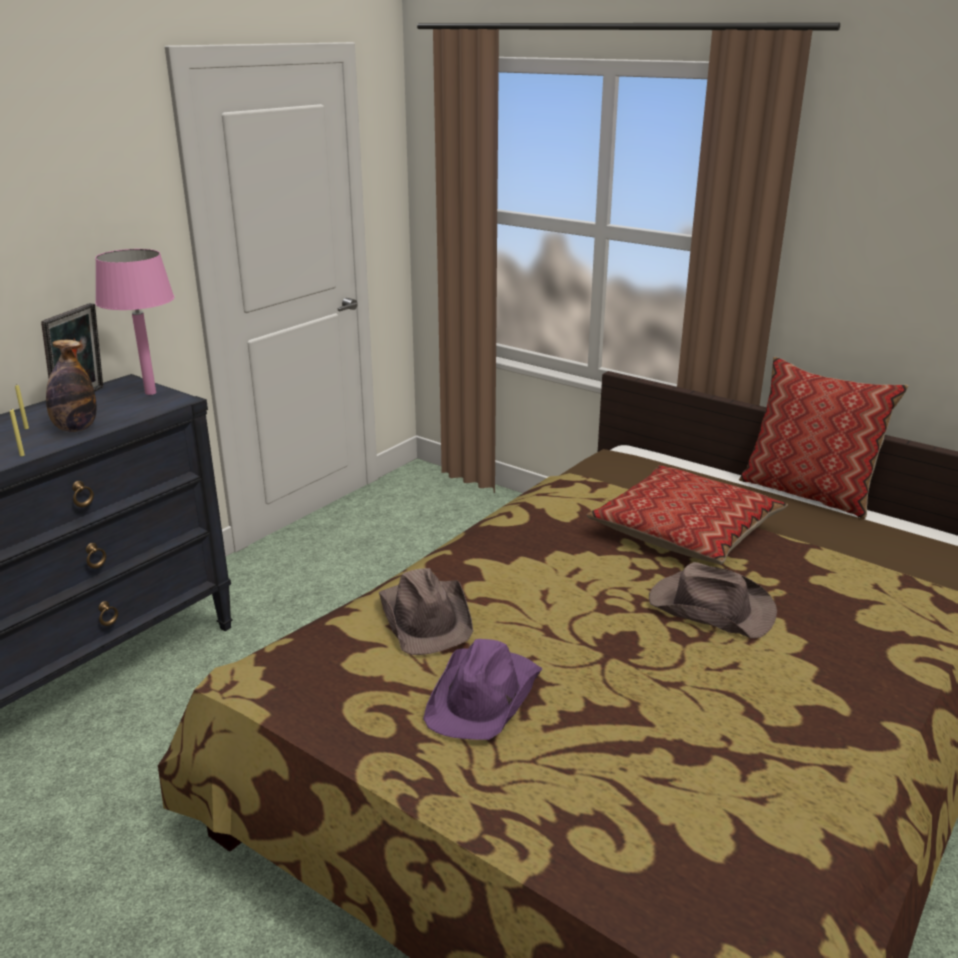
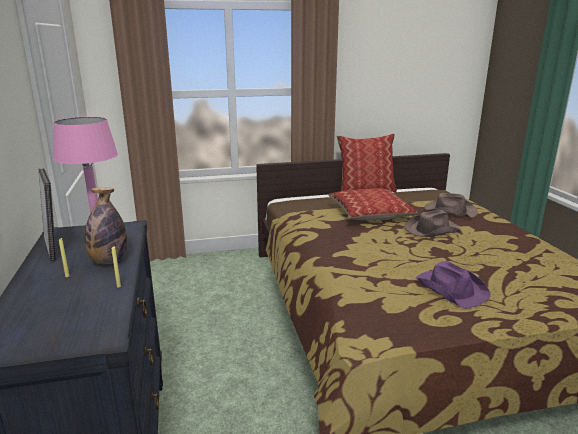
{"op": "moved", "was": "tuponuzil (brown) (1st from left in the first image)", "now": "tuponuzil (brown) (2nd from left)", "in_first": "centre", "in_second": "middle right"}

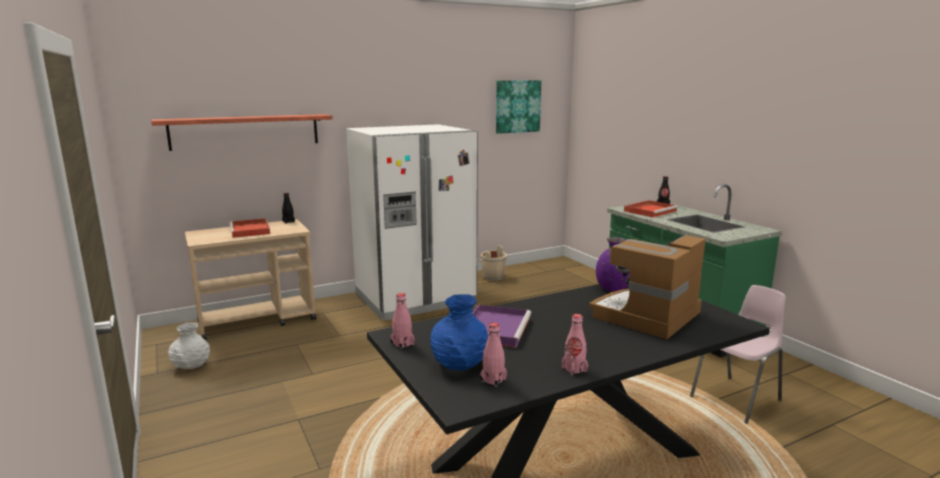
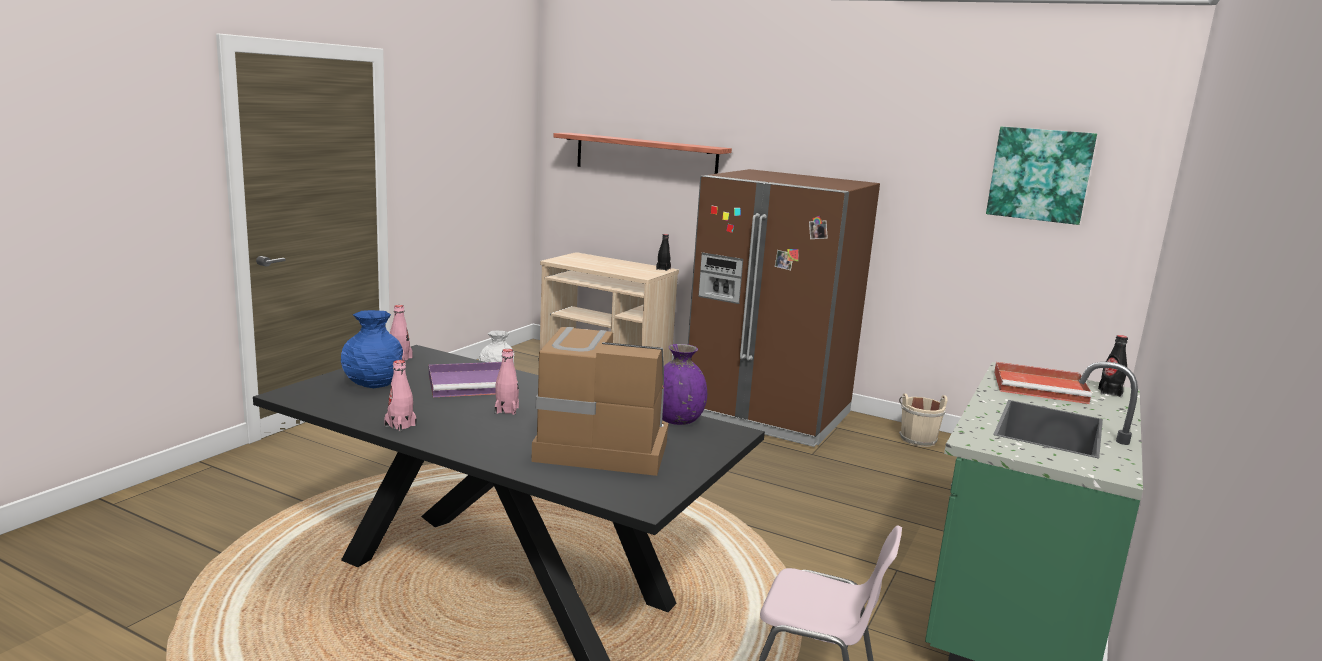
{"op": "moved", "was": "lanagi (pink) (2nd from left in the first image)", "now": "lanagi (pink) (3rd from left)", "in_first": "bottom centre", "in_second": "centre"}
{"op": "recoloured", "was": "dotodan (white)", "now": "dotodan (brown)", "in_first": "centre", "in_second": "centre"}
{"op": "removed", "was": "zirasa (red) (1st from left)", "in_first": "middle left"}

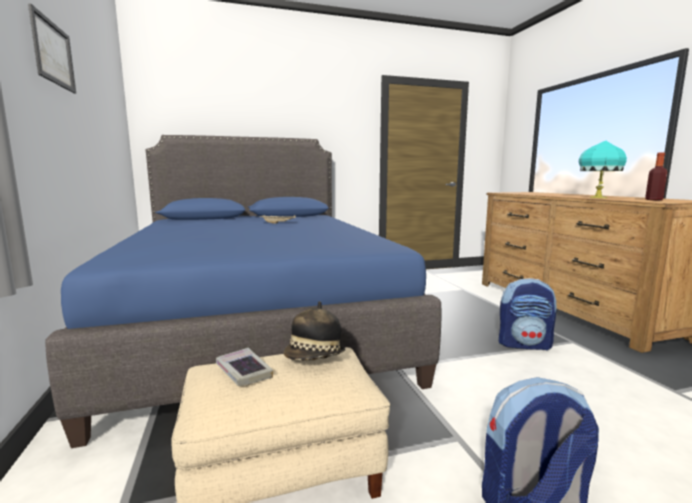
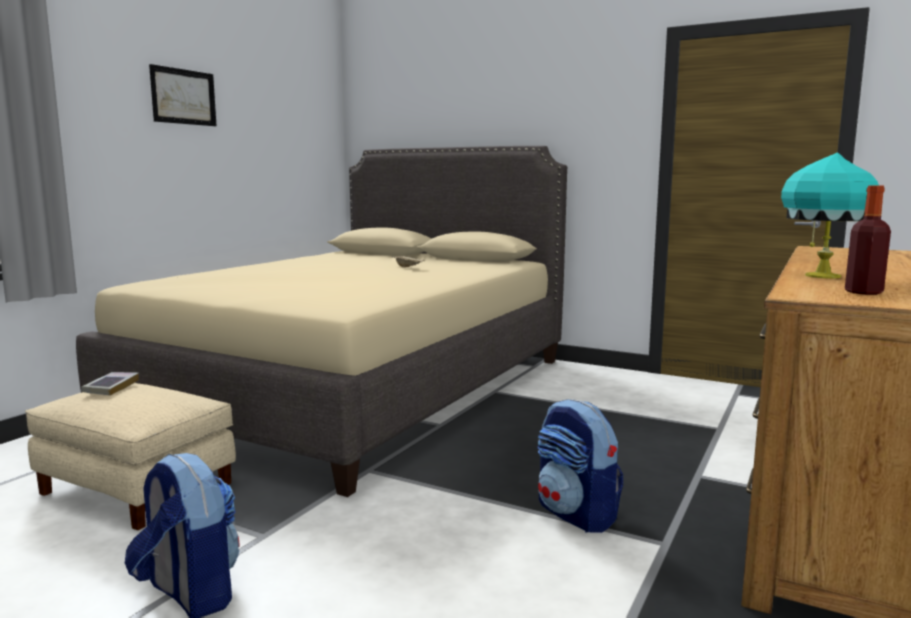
{"op": "recoloured", "was": "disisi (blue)", "now": "disisi (beige)", "in_first": "centre", "in_second": "centre"}
{"op": "removed", "was": "tuponuzil", "in_first": "centre"}

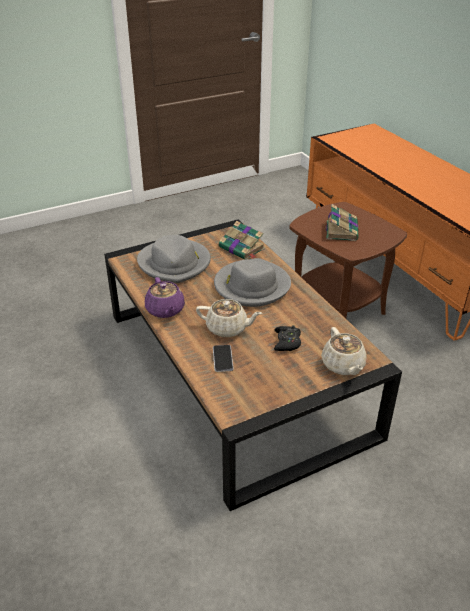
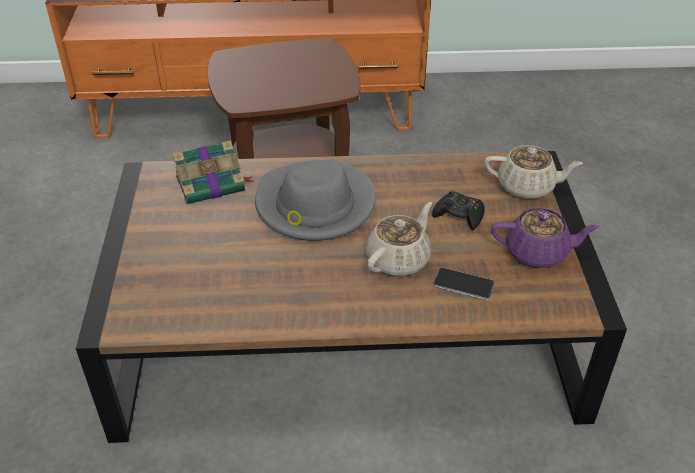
{"op": "moved", "was": "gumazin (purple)", "in_first": "centre", "in_second": "middle right"}
{"op": "removed", "was": "tuponuzil (grey) (1st from left)", "in_first": "centre"}
{"op": "removed", "was": "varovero (2nd from left)", "in_first": "middle right"}

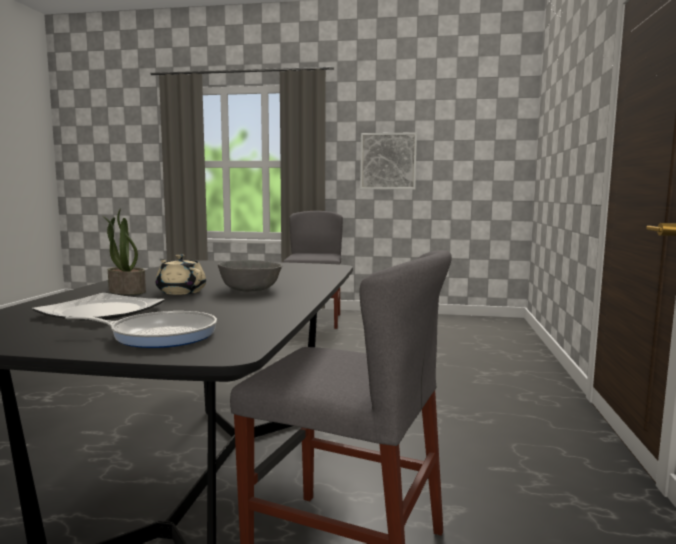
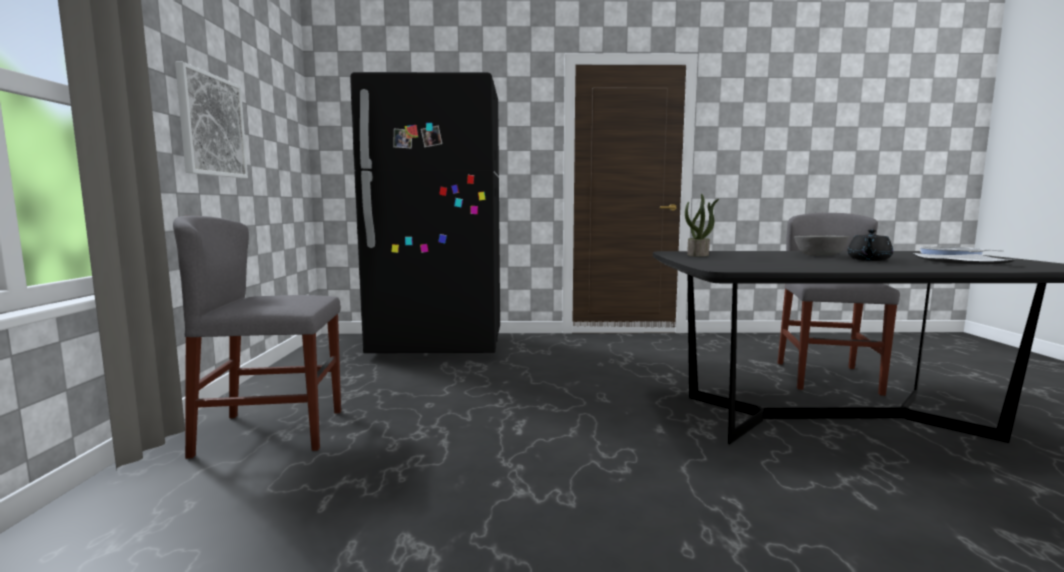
{"op": "added", "now": "dotodan (black)", "in_second": "centre"}
{"op": "moved", "was": "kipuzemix", "in_first": "middle left", "in_second": "centre"}
{"op": "recoloured", "was": "gumazin (beige)", "now": "gumazin (black)", "in_first": "middle left", "in_second": "middle right"}

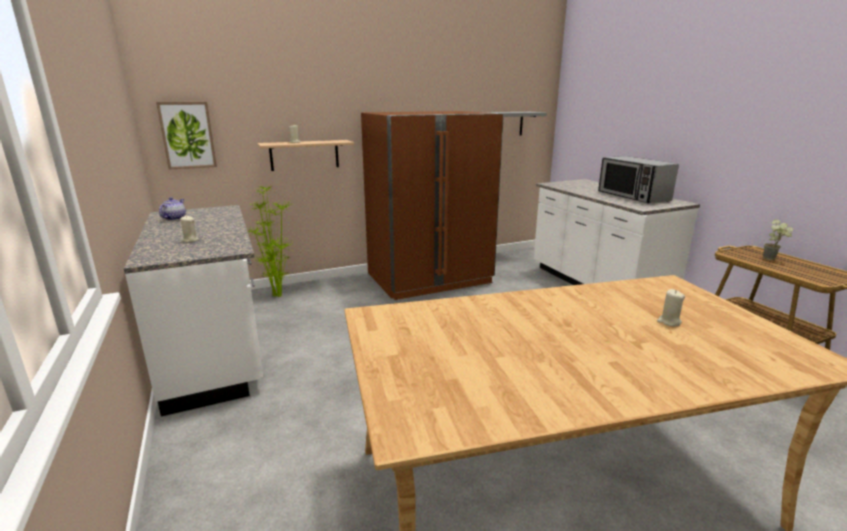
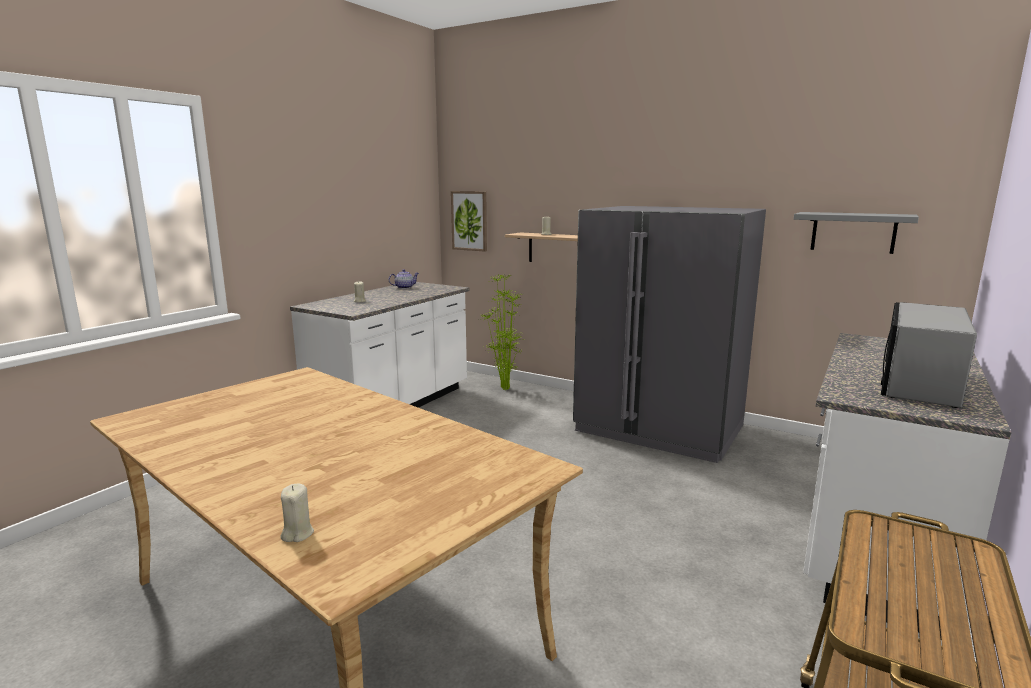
{"op": "moved", "was": "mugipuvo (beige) (3rd from left in the first image)", "now": "mugipuvo (beige) (1st from left)", "in_first": "middle right", "in_second": "bottom left"}
{"op": "recoloured", "was": "dotodan (brown)", "now": "dotodan (grey)", "in_first": "centre", "in_second": "centre"}
{"op": "removed", "was": "kipuzemix (2nd from left)", "in_first": "middle right"}

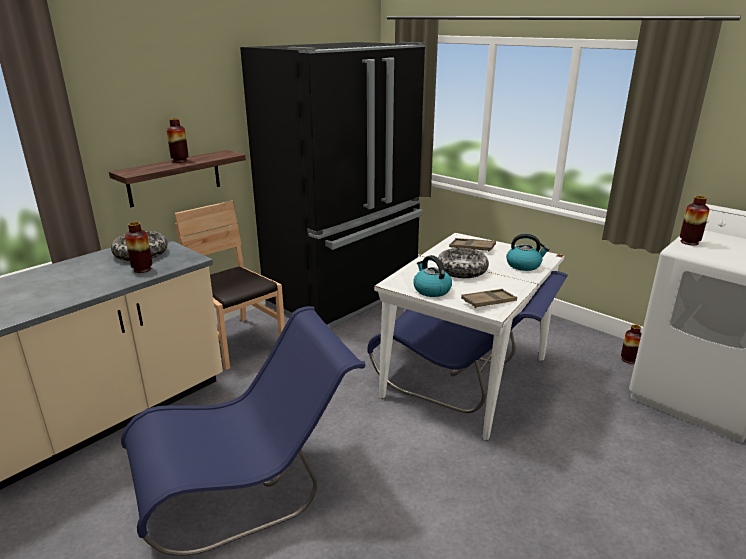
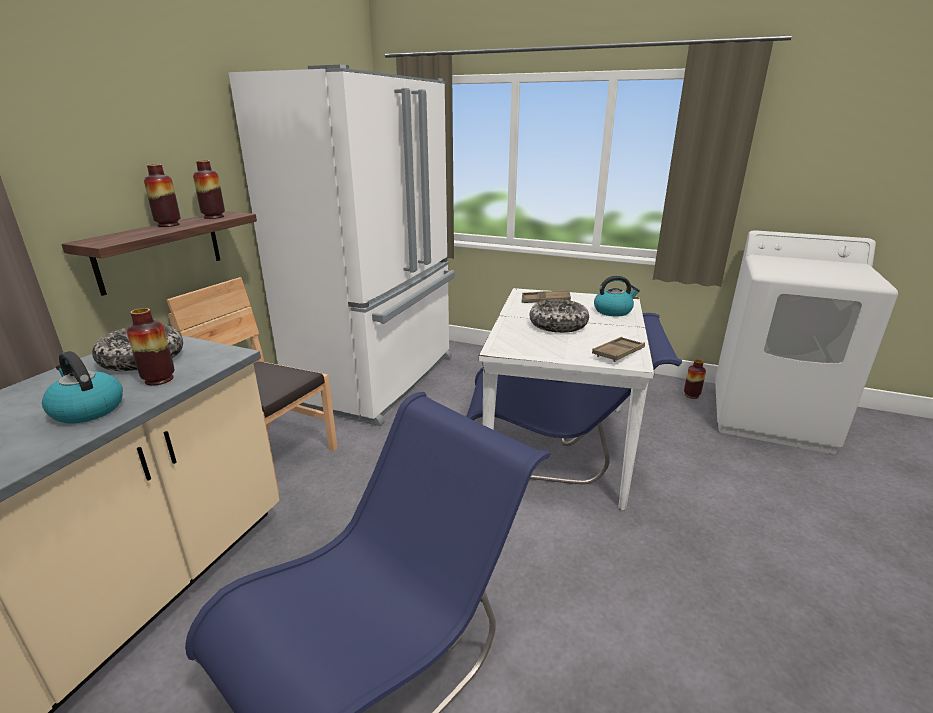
{"op": "moved", "was": "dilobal (1st from left)", "in_first": "centre", "in_second": "middle left"}
{"op": "moved", "was": "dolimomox (4th from left in the first image)", "now": "dolimomox (3rd from left)", "in_first": "middle right", "in_second": "top left"}
{"op": "recoloured", "was": "dotodan (black)", "now": "dotodan (white)", "in_first": "top centre", "in_second": "centre"}

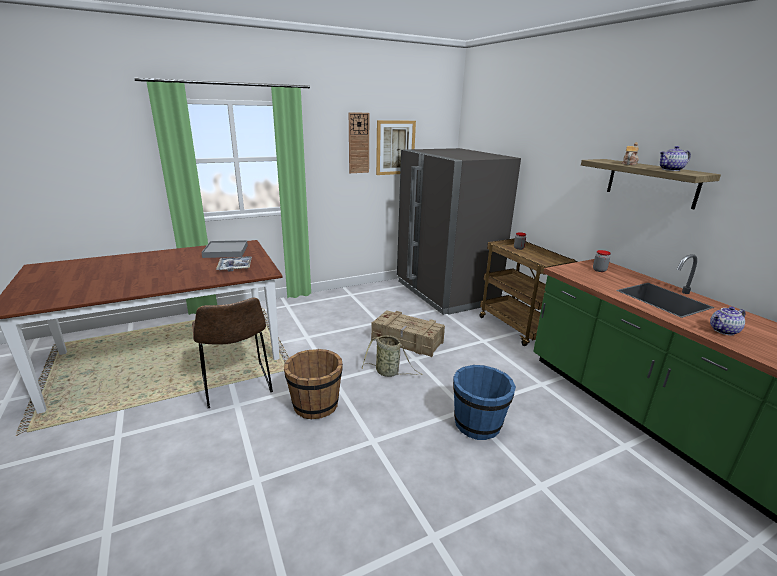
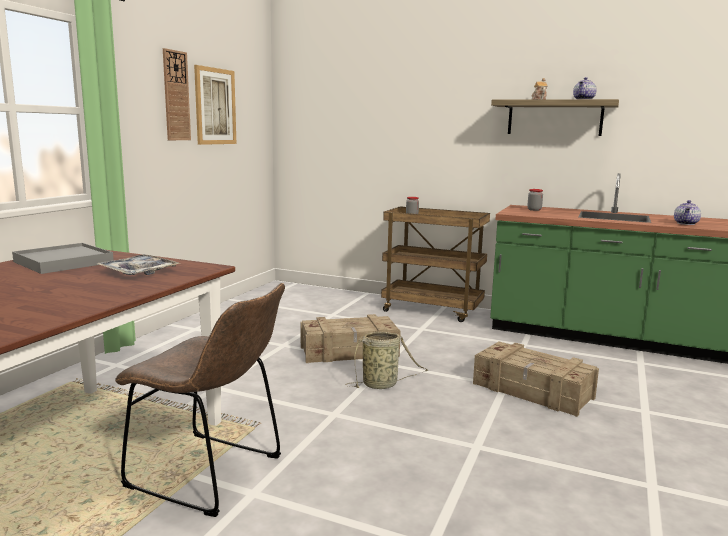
{"op": "replaced", "was": "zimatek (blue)", "now": "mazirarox (2nd from left)", "in_first": "bottom centre", "in_second": "bottom right"}
{"op": "removed", "was": "zimatek (brown)", "in_first": "bottom centre"}
{"op": "removed", "was": "dotodan (grey)", "in_first": "centre"}

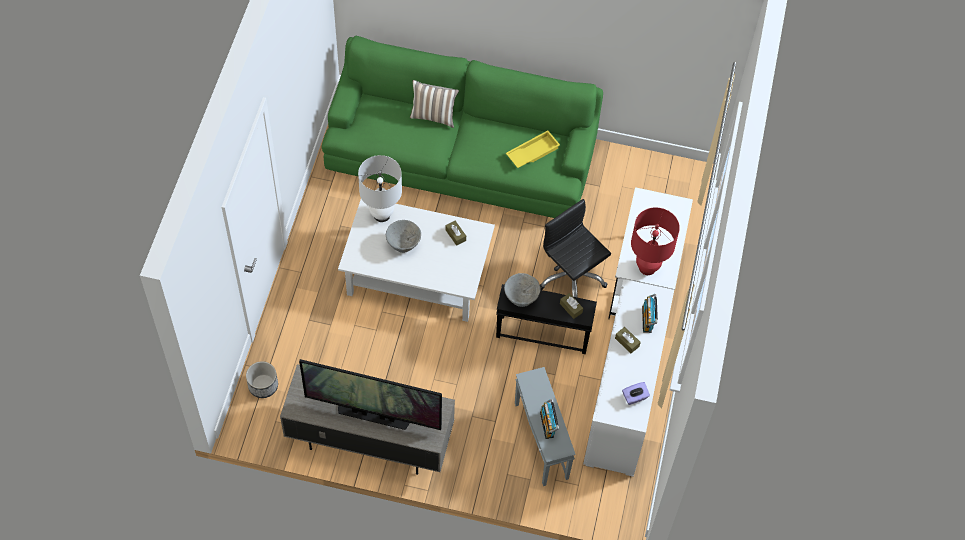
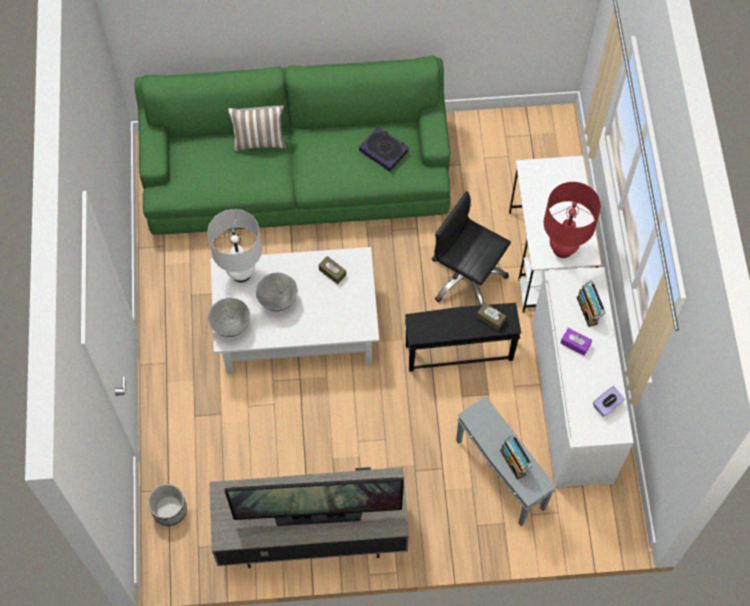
{"op": "moved", "was": "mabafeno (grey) (2nd from left in the first image)", "now": "mabafeno (grey) (1st from left)", "in_first": "centre", "in_second": "middle left"}
{"op": "replaced", "was": "zirasa (yellow)", "now": "varovero", "in_first": "top centre", "in_second": "top centre"}
{"op": "recoloured", "was": "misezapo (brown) (3rd from left)", "now": "misezapo (purple) (1st from left)", "in_first": "centre", "in_second": "middle right"}

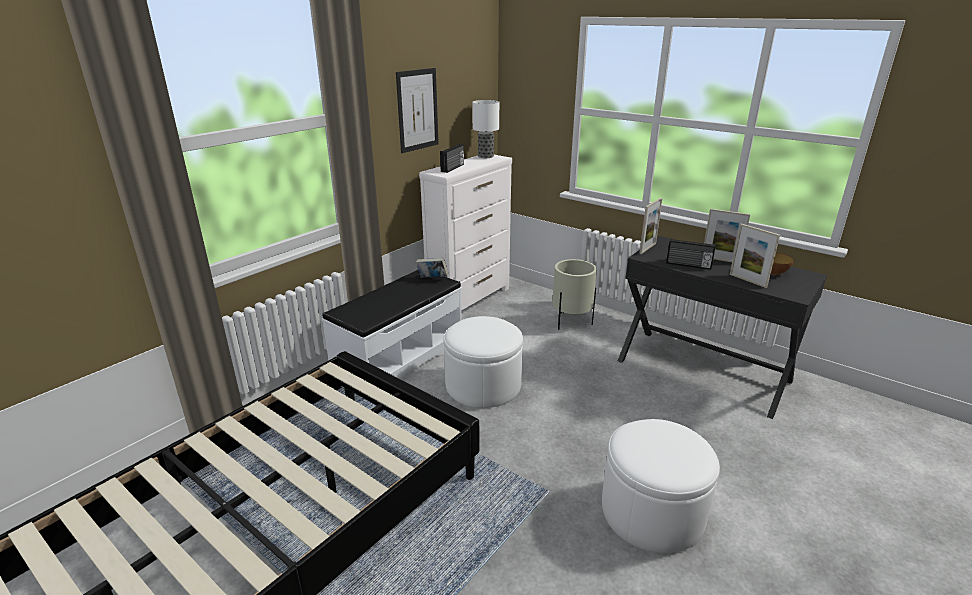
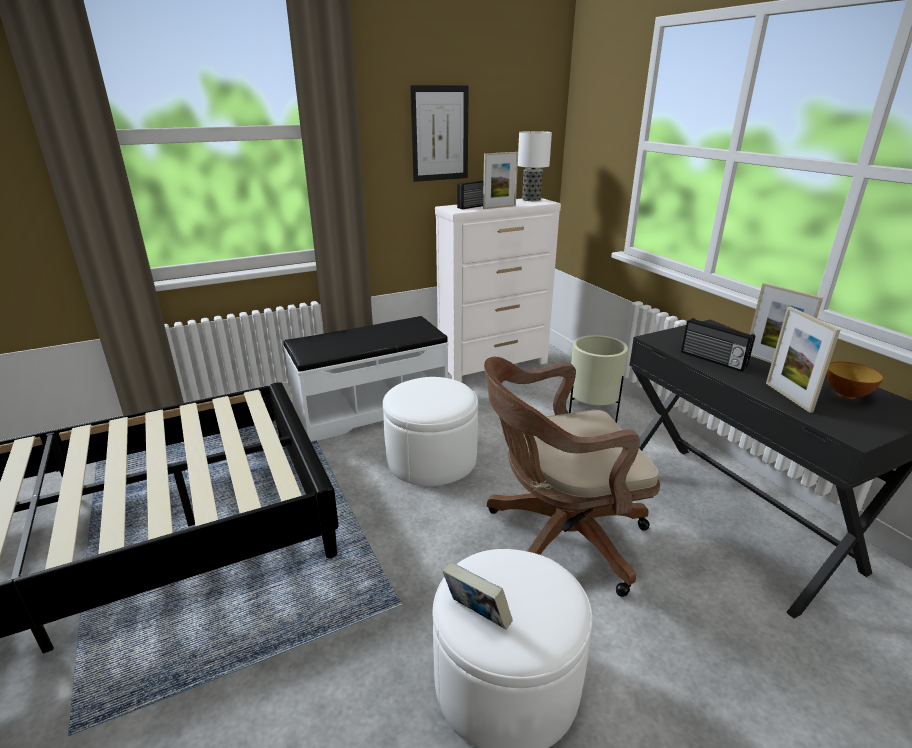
{"op": "moved", "was": "varovero", "in_first": "centre", "in_second": "bottom centre"}
{"op": "moved", "was": "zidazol (1st from left)", "in_first": "middle right", "in_second": "top centre"}
{"op": "added", "now": "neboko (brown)", "in_second": "centre"}

